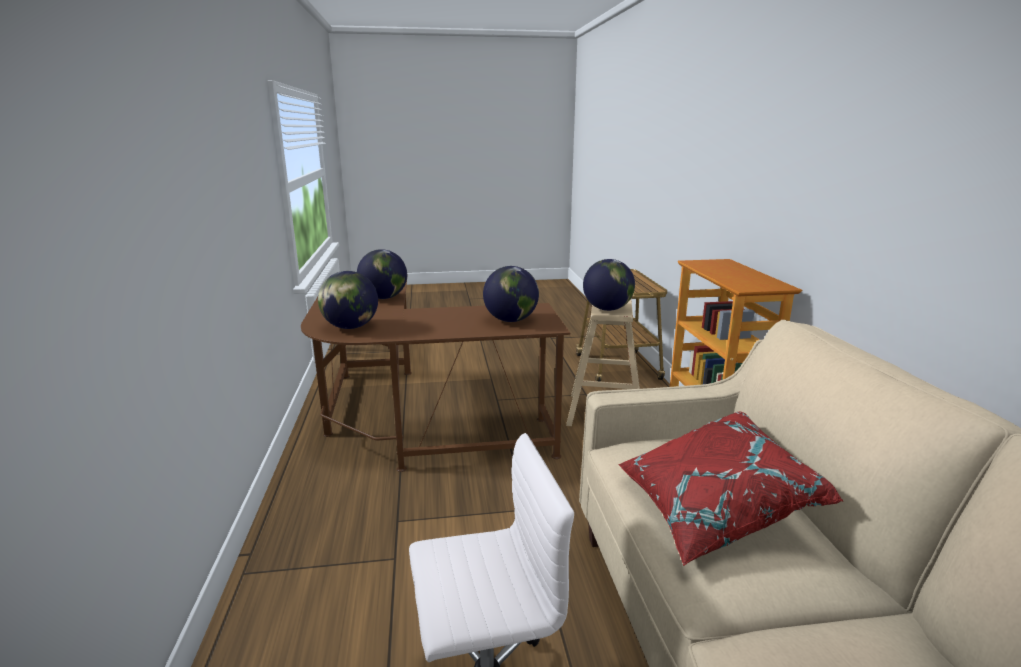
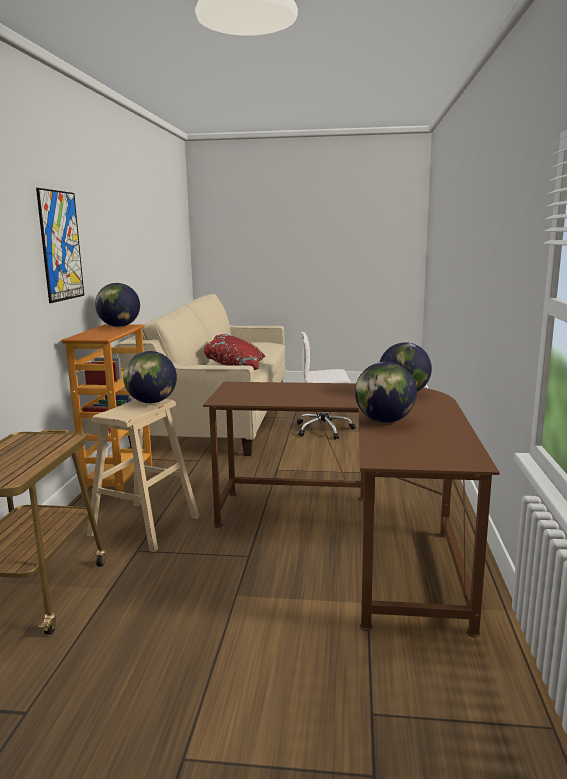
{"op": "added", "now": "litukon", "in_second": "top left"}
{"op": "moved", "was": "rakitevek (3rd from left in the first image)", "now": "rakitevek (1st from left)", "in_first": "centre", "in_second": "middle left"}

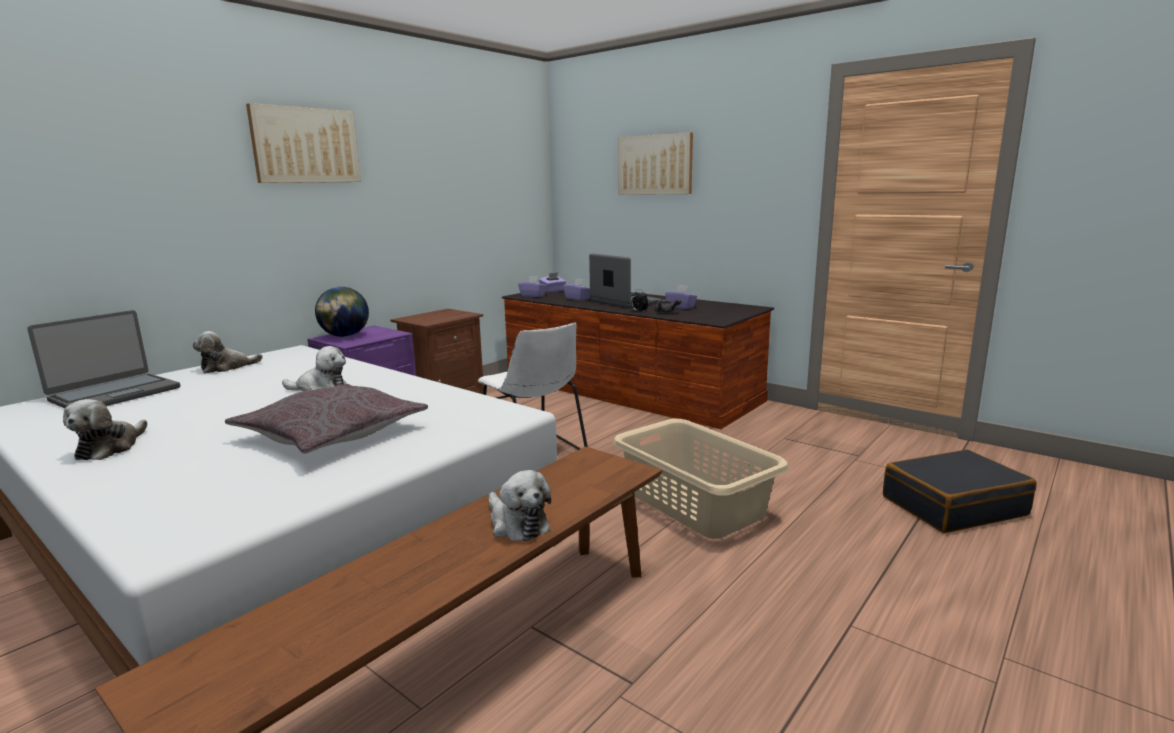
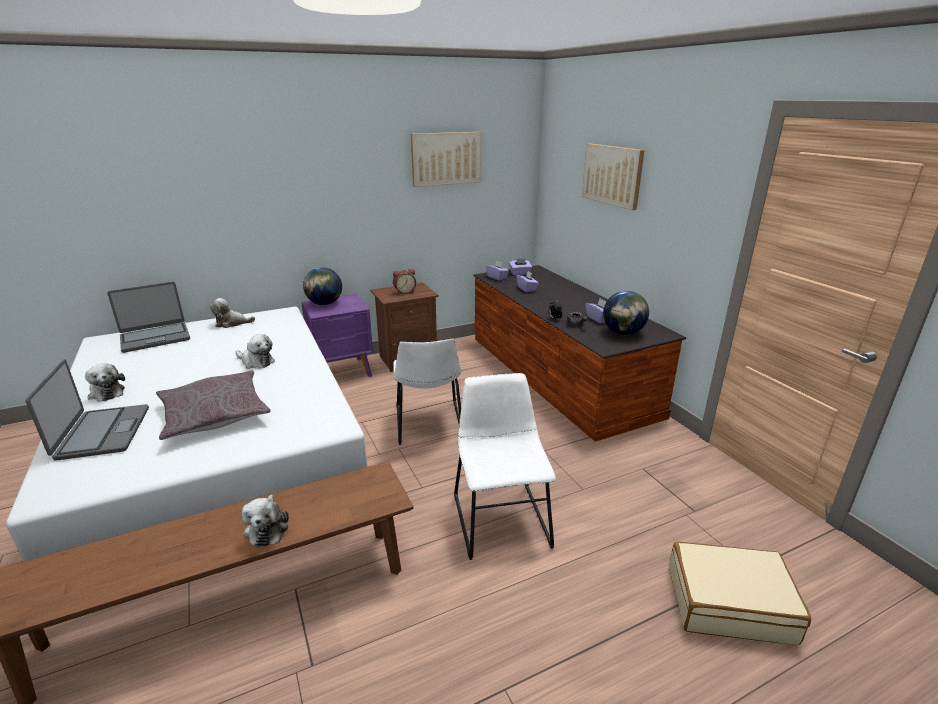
{"op": "moved", "was": "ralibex (2nd from left in the first image)", "now": "ralibex (1st from left)", "in_first": "centre", "in_second": "middle left"}
{"op": "turned", "was": "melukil (1st from left)", "in_first": "middle left", "in_second": "middle left", "clockwise": -75}
{"op": "added", "now": "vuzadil (1st from left)", "in_second": "centre"}
{"op": "moved", "was": "litukon (1st from left)", "in_first": "top left", "in_second": "top centre"}
{"op": "replaced", "was": "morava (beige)", "now": "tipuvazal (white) (2nd from left)", "in_first": "centre", "in_second": "centre"}
{"op": "added", "now": "rakitevek (2nd from left)", "in_second": "middle right"}
{"op": "recoloured", "was": "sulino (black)", "now": "sulino (beige)", "in_first": "bottom right", "in_second": "bottom right"}

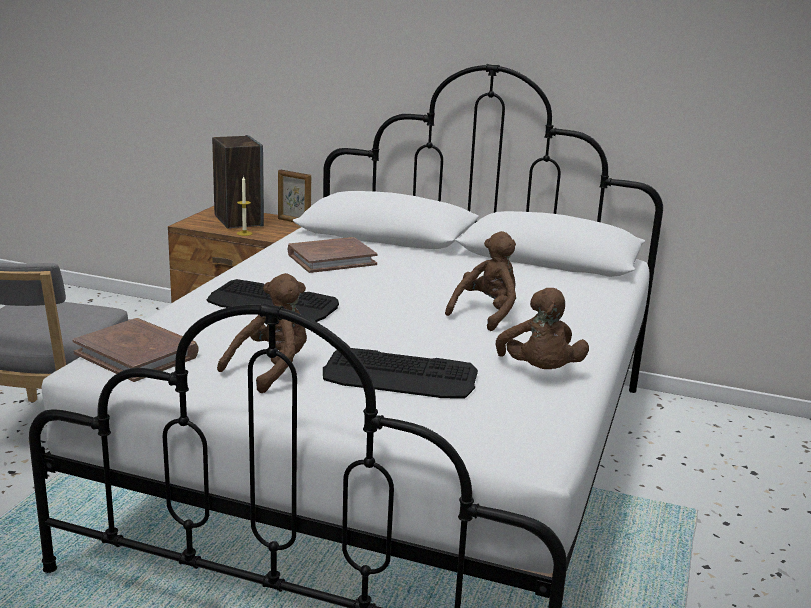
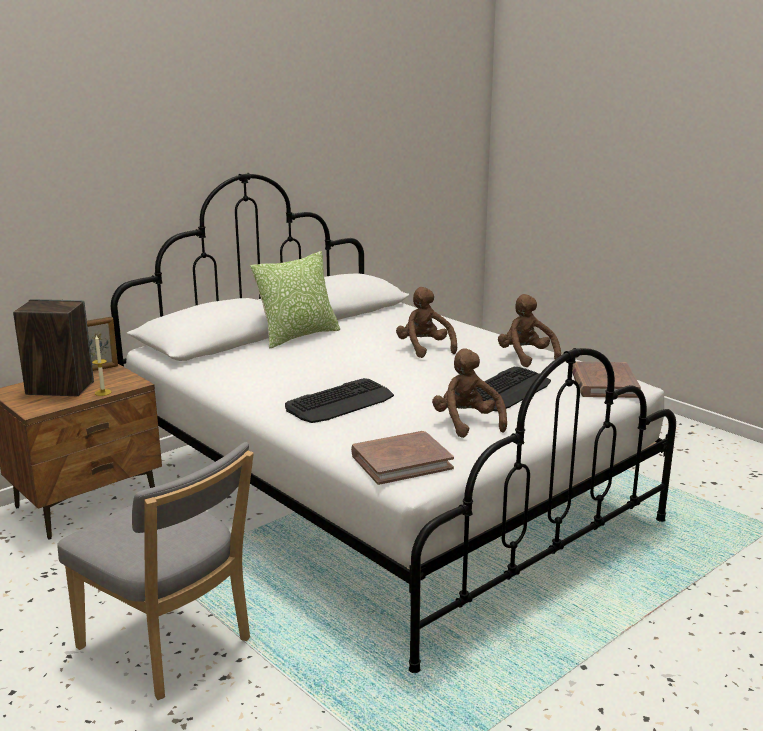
{"op": "added", "now": "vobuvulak", "in_second": "centre"}
{"op": "turned", "was": "melukil (brown) (3rd from left)", "in_first": "middle right", "in_second": "middle right", "clockwise": -135}
{"op": "moved", "was": "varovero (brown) (2nd from left)", "in_first": "centre", "in_second": "middle right"}

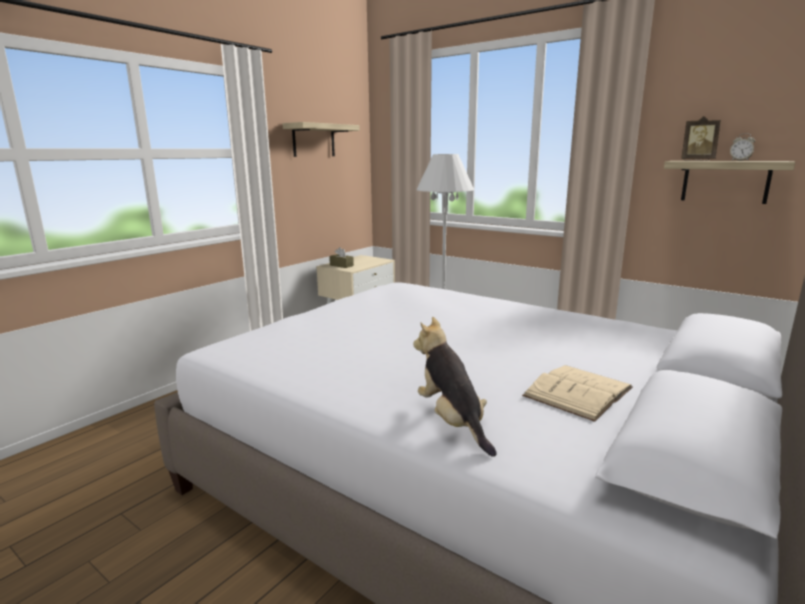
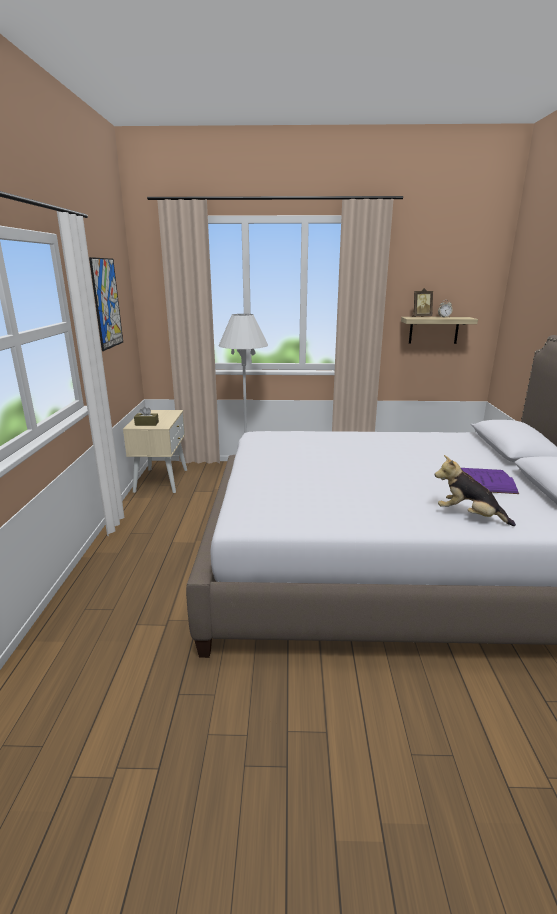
{"op": "replaced", "was": "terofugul (1st from left)", "now": "litukon", "in_first": "top centre", "in_second": "top left"}
{"op": "recoloured", "was": "varovero (beige)", "now": "varovero (purple)", "in_first": "middle right", "in_second": "middle right"}

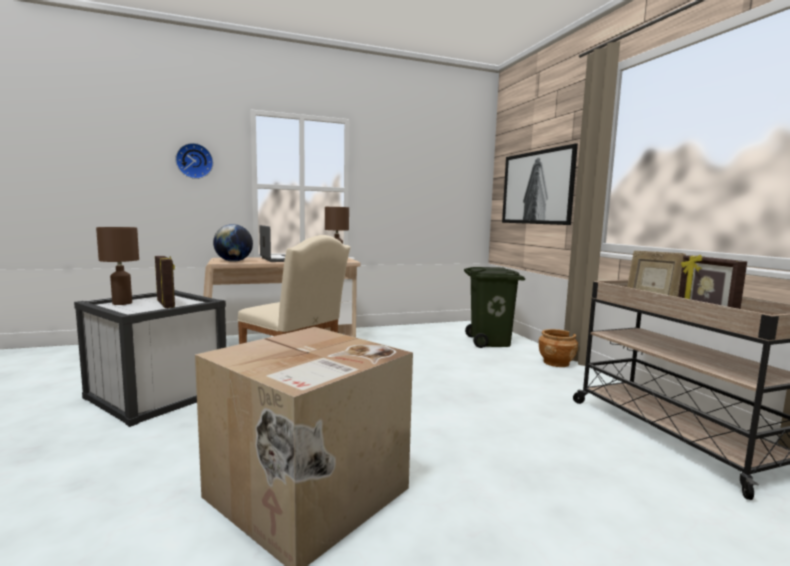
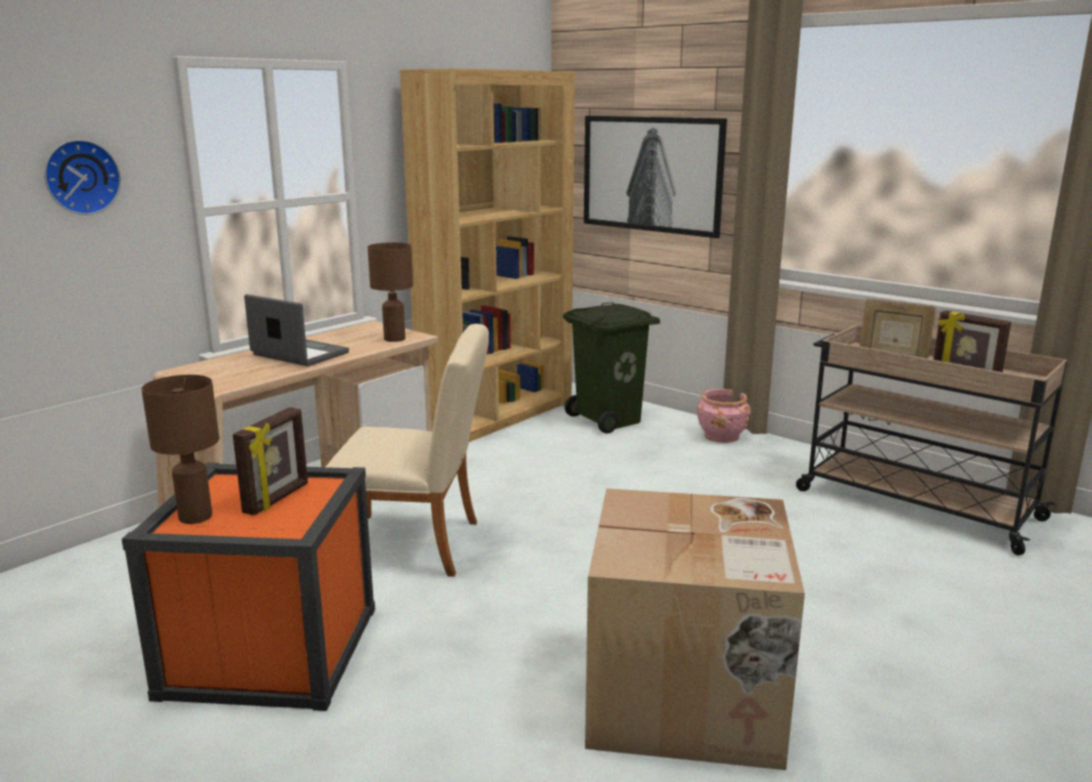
{"op": "recoloured", "was": "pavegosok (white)", "now": "pavegosok (orange)", "in_first": "middle left", "in_second": "bottom left"}
{"op": "turned", "was": "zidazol (1st from left)", "in_first": "middle left", "in_second": "middle left", "clockwise": 90}
{"op": "added", "now": "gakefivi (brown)", "in_second": "top centre"}
{"op": "recoloured", "was": "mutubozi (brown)", "now": "mutubozi (pink)", "in_first": "middle right", "in_second": "centre"}
{"op": "removed", "was": "rakitevek", "in_first": "middle left"}

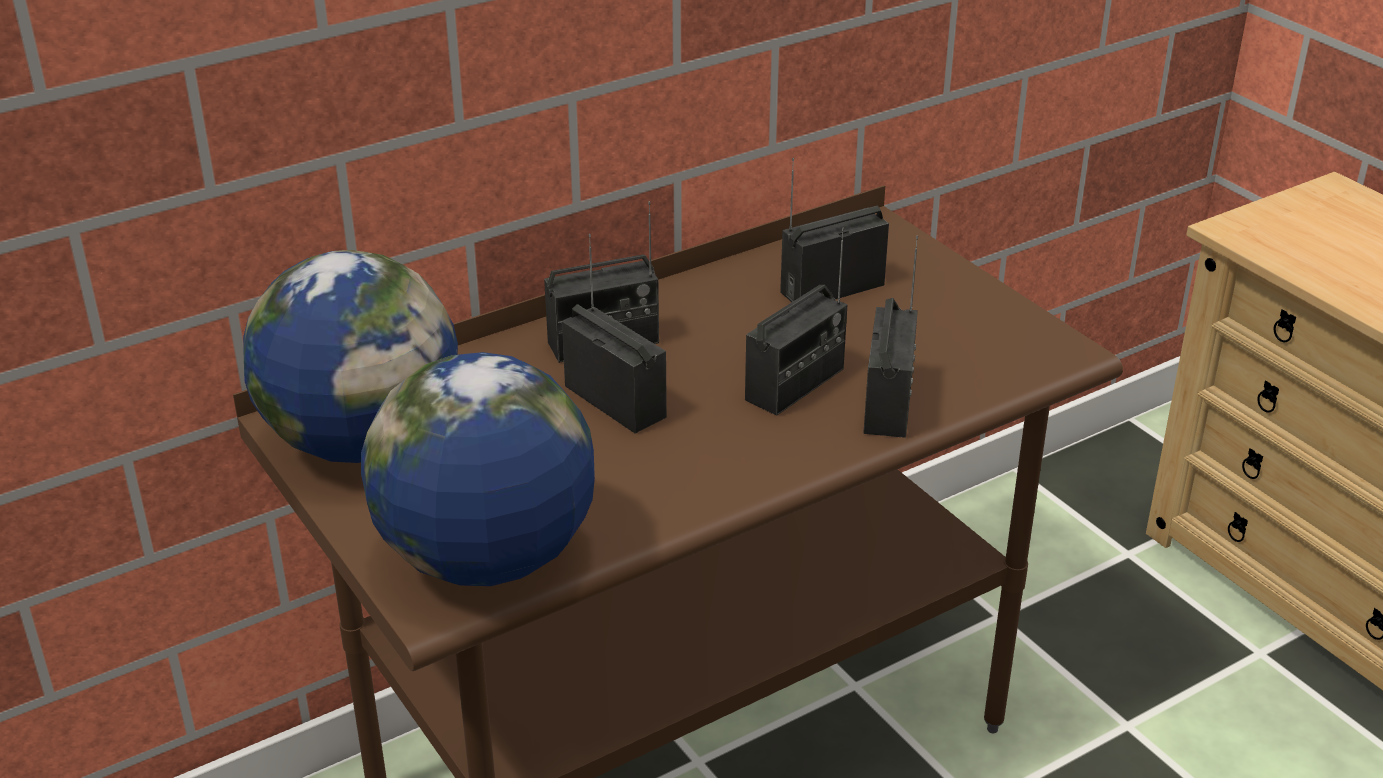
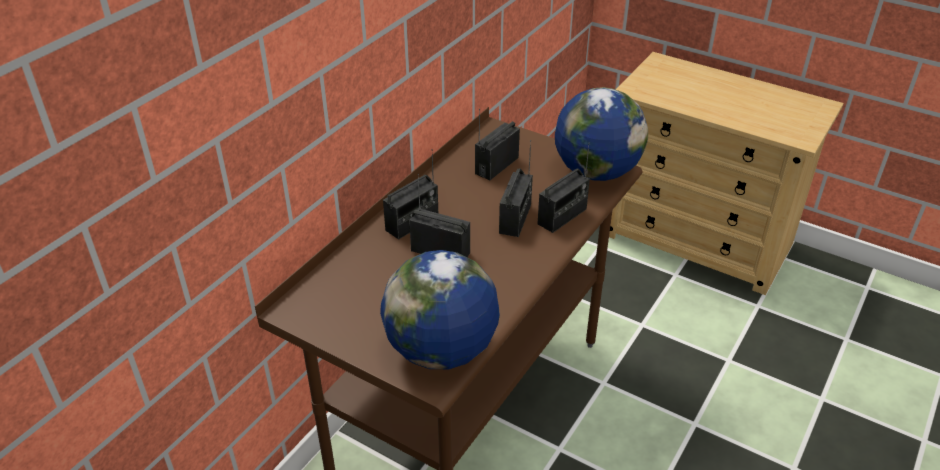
{"op": "turned", "was": "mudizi (5th from left)", "in_first": "centre", "in_second": "centre", "clockwise": 60}
{"op": "moved", "was": "rakitevek (1st from left in the first image)", "now": "rakitevek (2nd from left)", "in_first": "middle left", "in_second": "top centre"}

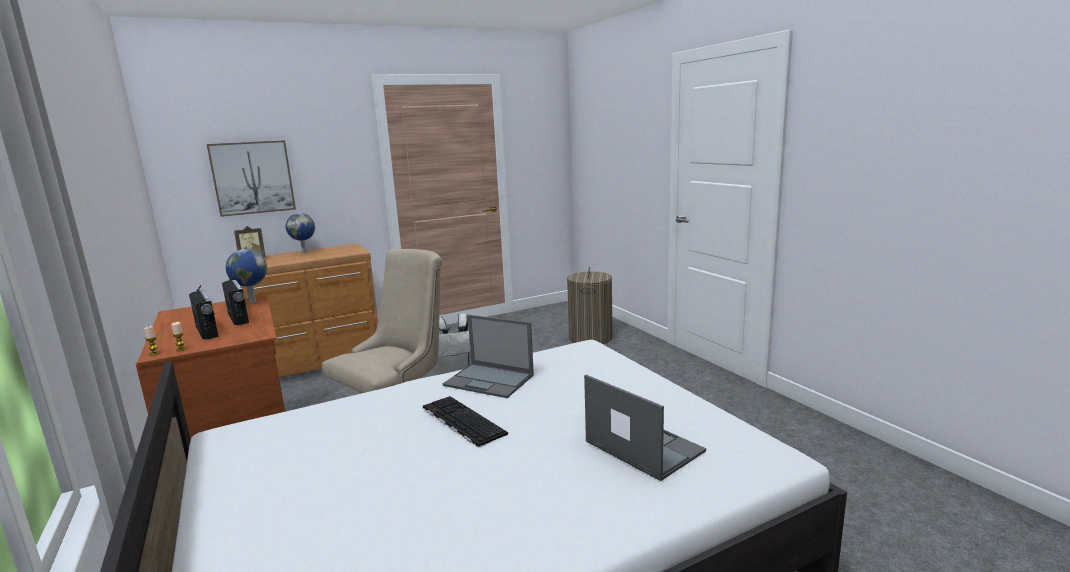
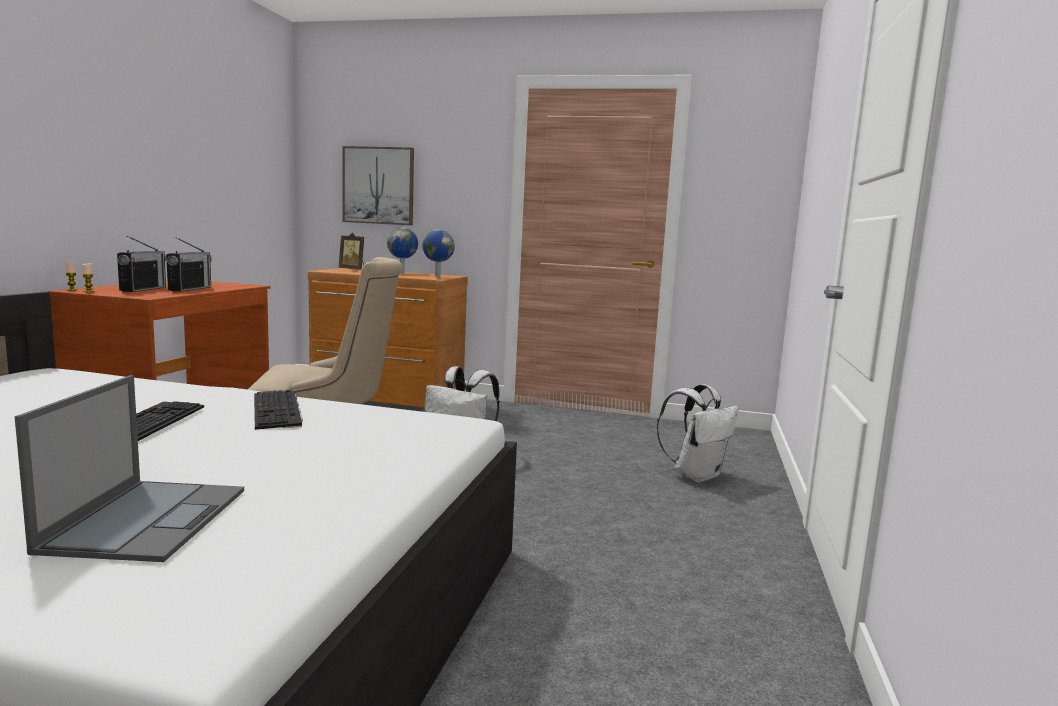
{"op": "replaced", "was": "ralibex (1st from left)", "now": "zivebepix (2nd from left)", "in_first": "centre", "in_second": "middle left"}
{"op": "moved", "was": "rakitevek (1st from left in the first image)", "now": "rakitevek (2nd from left)", "in_first": "middle left", "in_second": "centre"}
{"op": "replaced", "was": "morava", "now": "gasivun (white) (2nd from left)", "in_first": "centre", "in_second": "centre"}

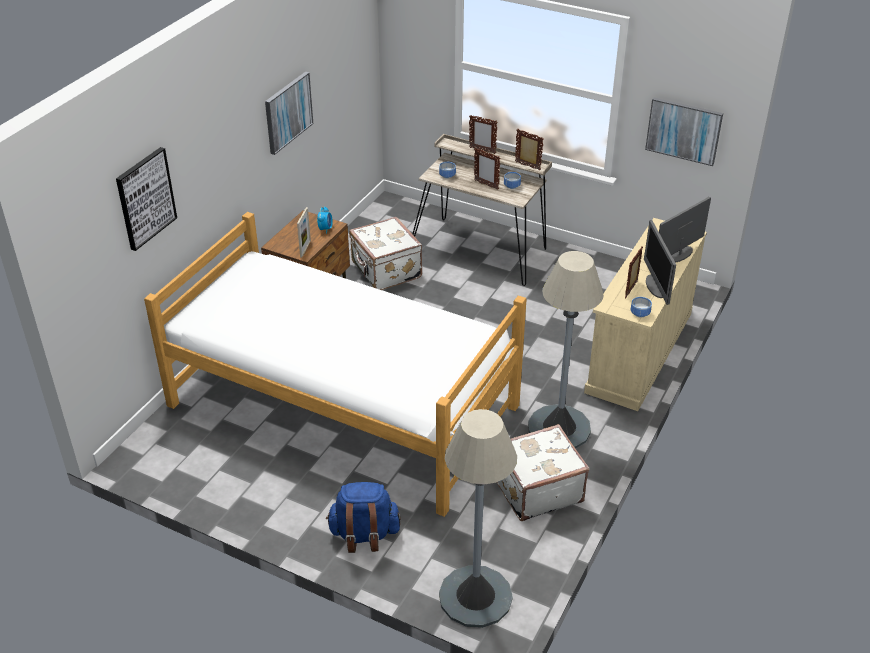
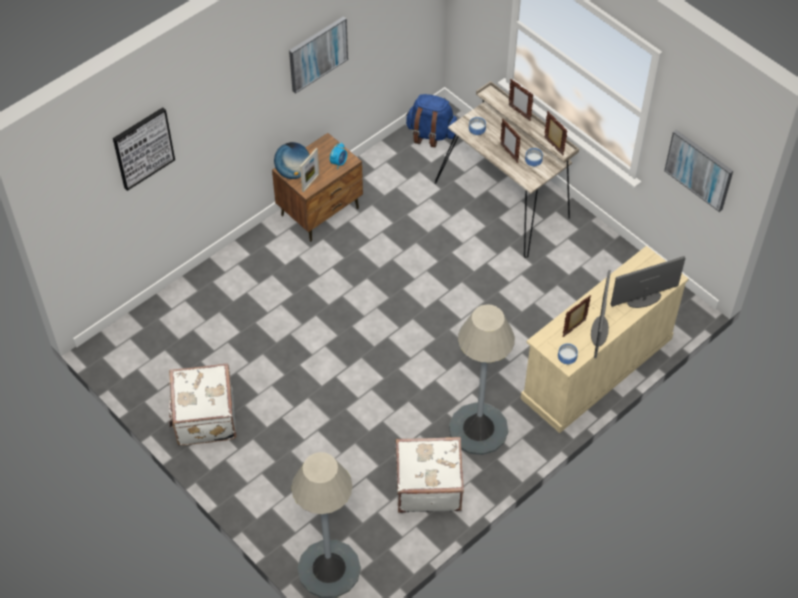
{"op": "moved", "was": "sulino (white) (1st from left)", "in_first": "centre", "in_second": "bottom left"}
{"op": "added", "now": "rakitevek", "in_second": "top centre"}
{"op": "moved", "was": "gasivun (blue)", "in_first": "bottom centre", "in_second": "top centre"}
{"op": "removed", "was": "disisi", "in_first": "centre"}

